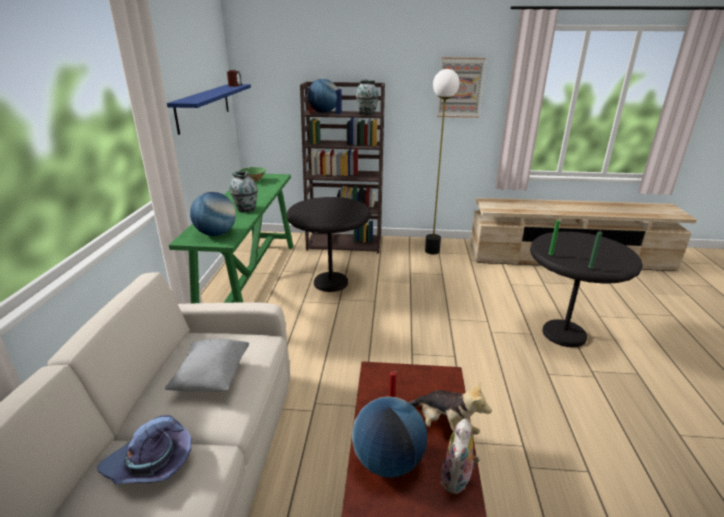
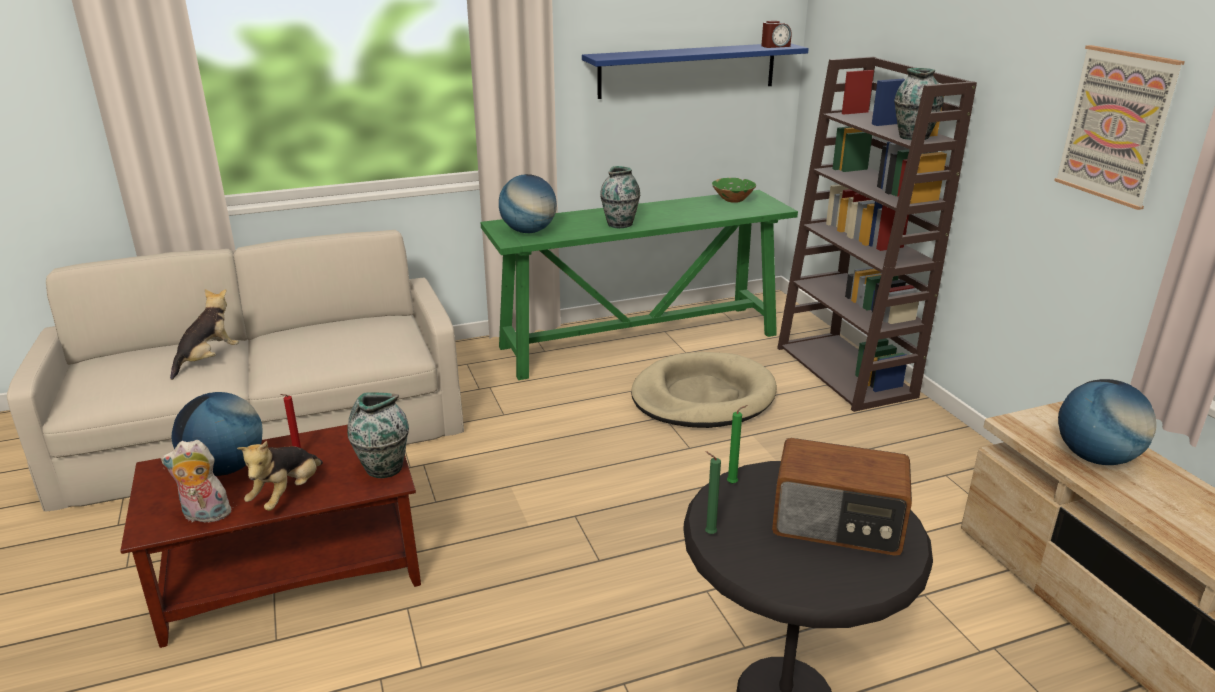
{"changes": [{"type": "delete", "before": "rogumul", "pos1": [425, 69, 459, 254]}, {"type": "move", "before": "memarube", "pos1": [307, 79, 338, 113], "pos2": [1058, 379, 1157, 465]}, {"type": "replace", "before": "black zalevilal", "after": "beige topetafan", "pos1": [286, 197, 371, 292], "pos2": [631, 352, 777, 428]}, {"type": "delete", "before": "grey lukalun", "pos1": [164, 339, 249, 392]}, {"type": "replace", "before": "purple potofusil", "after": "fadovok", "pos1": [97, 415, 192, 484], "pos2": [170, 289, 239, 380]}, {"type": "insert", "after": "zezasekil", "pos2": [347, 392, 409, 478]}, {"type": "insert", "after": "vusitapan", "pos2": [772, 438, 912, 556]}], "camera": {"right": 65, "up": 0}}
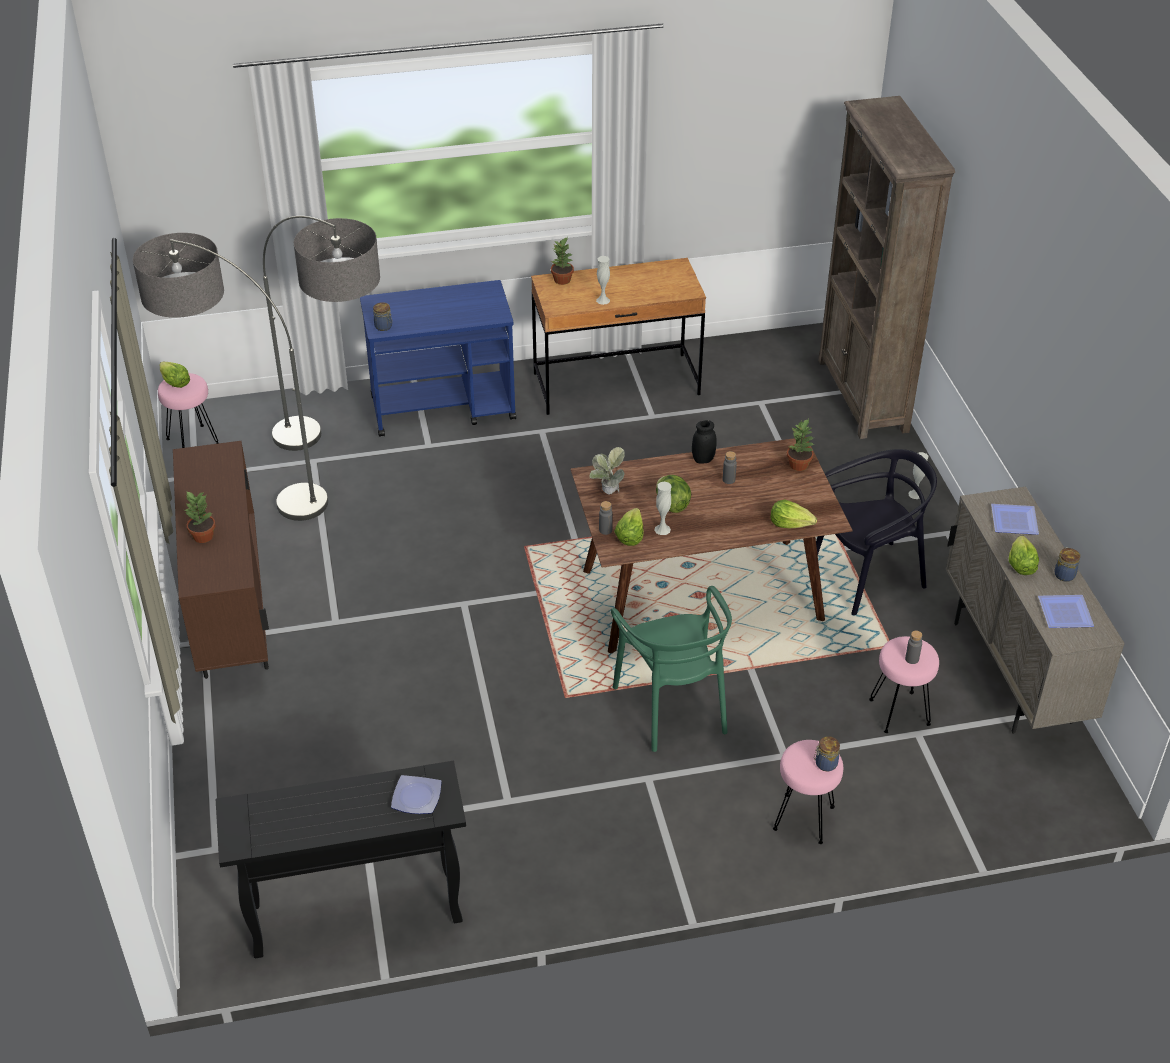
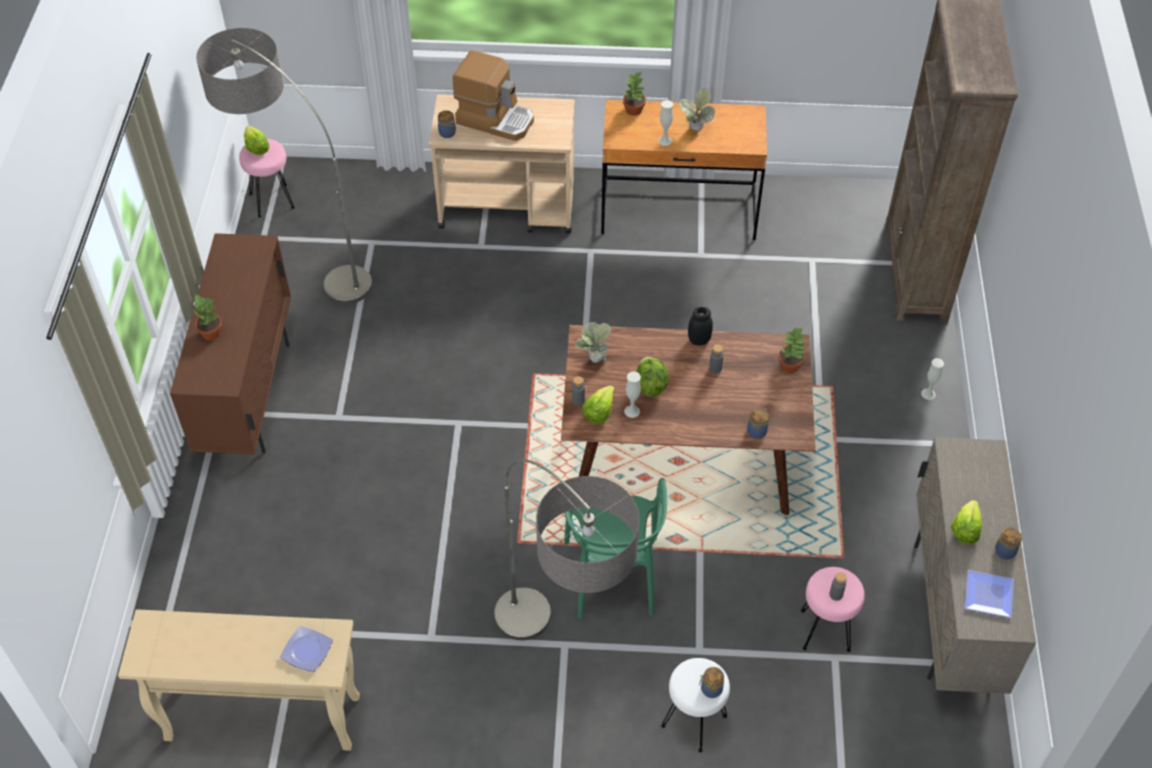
{"changes": [{"type": "move", "before": "rogumul", "pos1": [263, 216, 380, 451], "pos2": [494, 459, 639, 640]}, {"type": "recolor", "before": "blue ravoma", "after": "beige ravoma", "pos1": [360, 280, 516, 437], "pos2": [429, 94, 575, 233]}, {"type": "delete", "before": "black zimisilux", "pos1": [816, 449, 937, 615]}, {"type": "replace", "before": "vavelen", "after": "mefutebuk", "pos1": [770, 499, 817, 528], "pos2": [747, 408, 769, 439]}, {"type": "delete", "before": "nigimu", "pos1": [991, 504, 1039, 535]}, {"type": "recolor", "before": "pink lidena", "after": "white lidena", "pos1": [773, 740, 843, 844], "pos2": [661, 658, 730, 753]}, {"type": "recolor", "before": "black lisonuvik", "after": "beige lisonuvik", "pos1": [216, 761, 466, 958], "pos2": [118, 609, 360, 751]}, {"type": "insert", "after": "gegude", "pos2": [453, 50, 534, 141]}, {"type": "insert", "after": "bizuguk", "pos2": [679, 88, 715, 131]}], "camera": {"right": 15, "up": 10}}
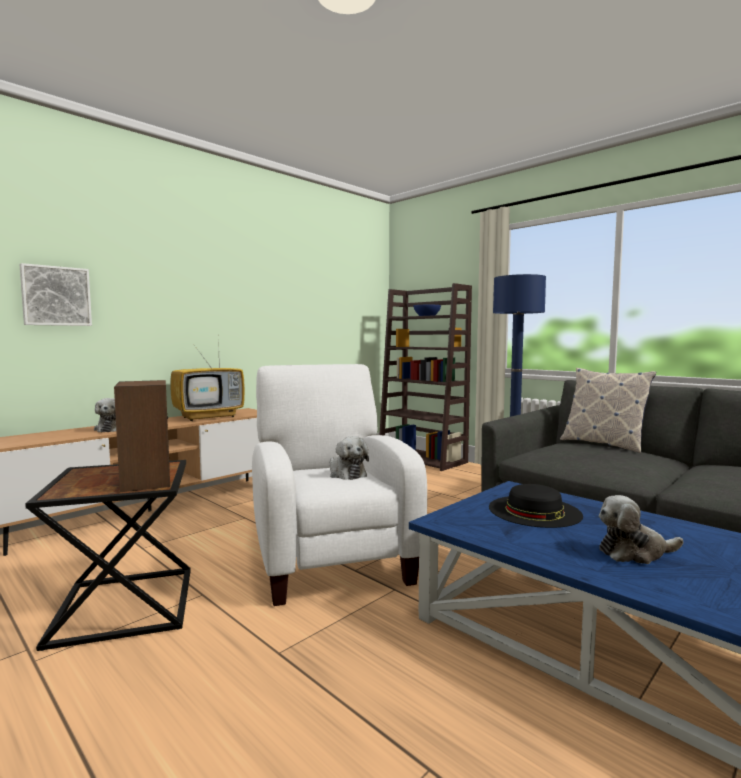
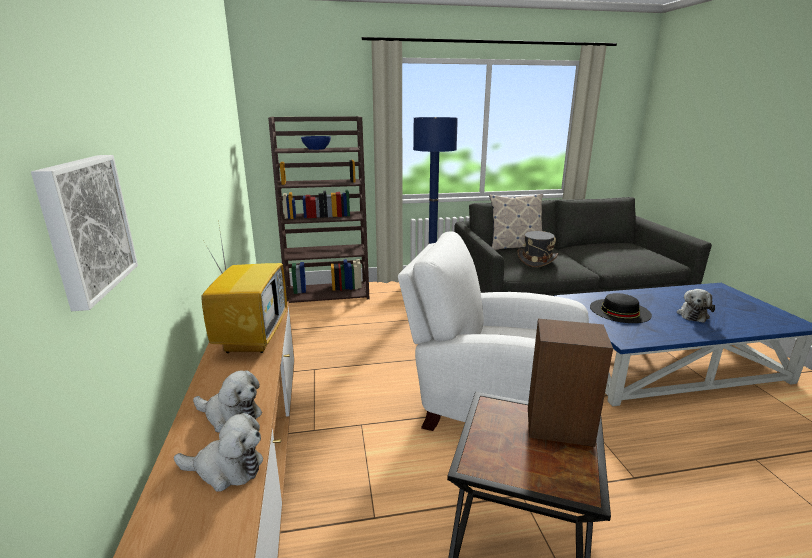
{"changes": [{"type": "move", "before": "fadovok", "pos1": [330, 436, 369, 480], "pos2": [174, 413, 263, 492]}, {"type": "insert", "after": "grey potofusil", "pos2": [517, 231, 558, 267]}], "camera": {"right": -55, "up": 15}}
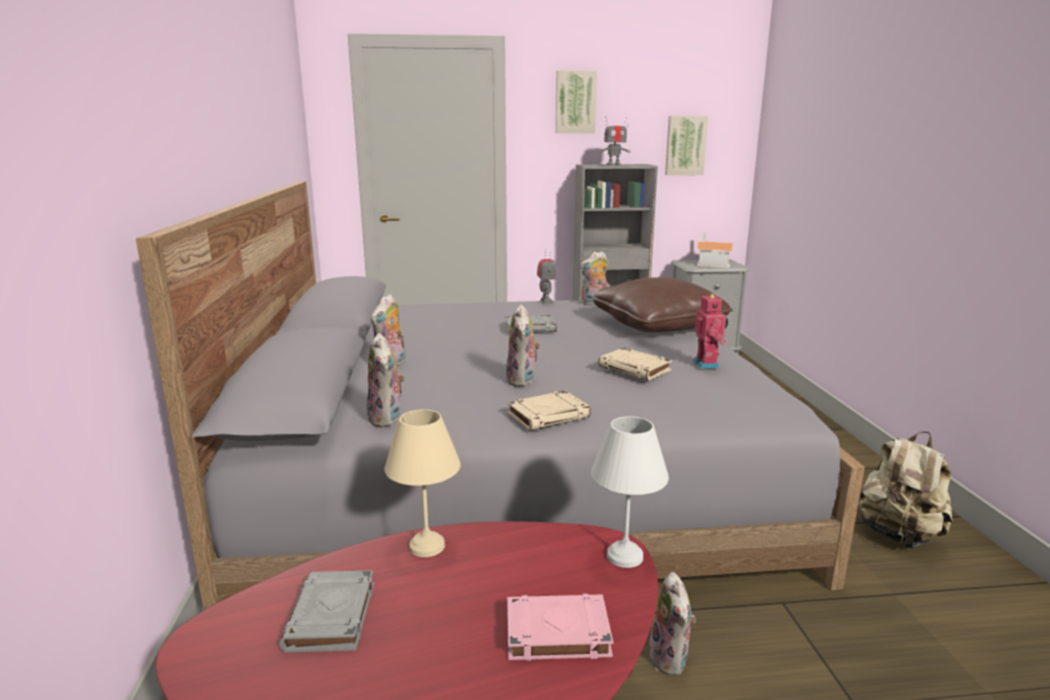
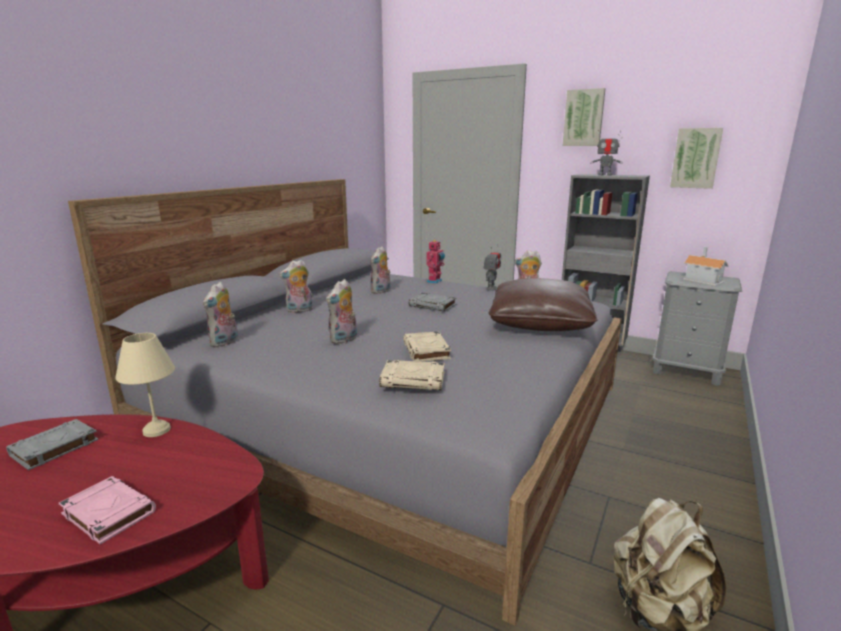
{"changes": [{"type": "move", "before": "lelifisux", "pos1": [692, 293, 728, 369], "pos2": [426, 240, 445, 284]}, {"type": "move", "before": "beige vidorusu", "pos1": [507, 390, 591, 431], "pos2": [379, 360, 445, 390]}, {"type": "delete", "before": "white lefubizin", "pos1": [591, 416, 669, 568]}, {"type": "move", "before": "fadovok", "pos1": [649, 572, 696, 676], "pos2": [370, 246, 390, 294]}], "camera": {"right": 35, "up": 0}}
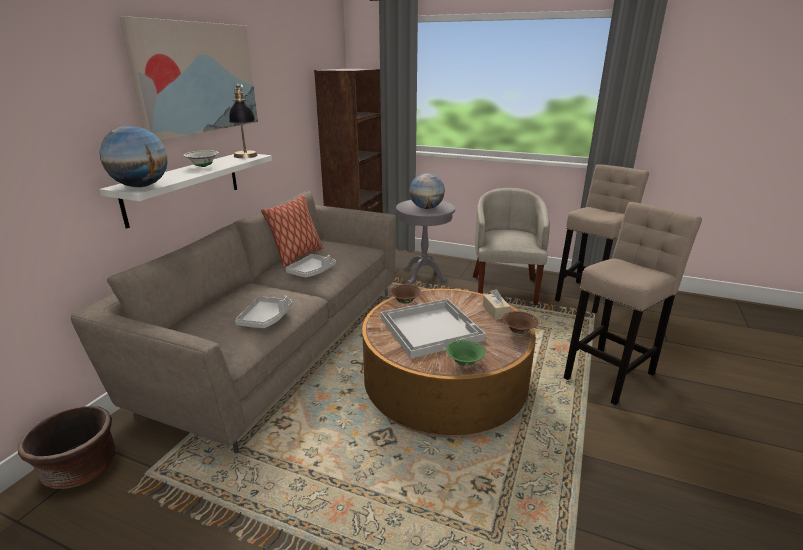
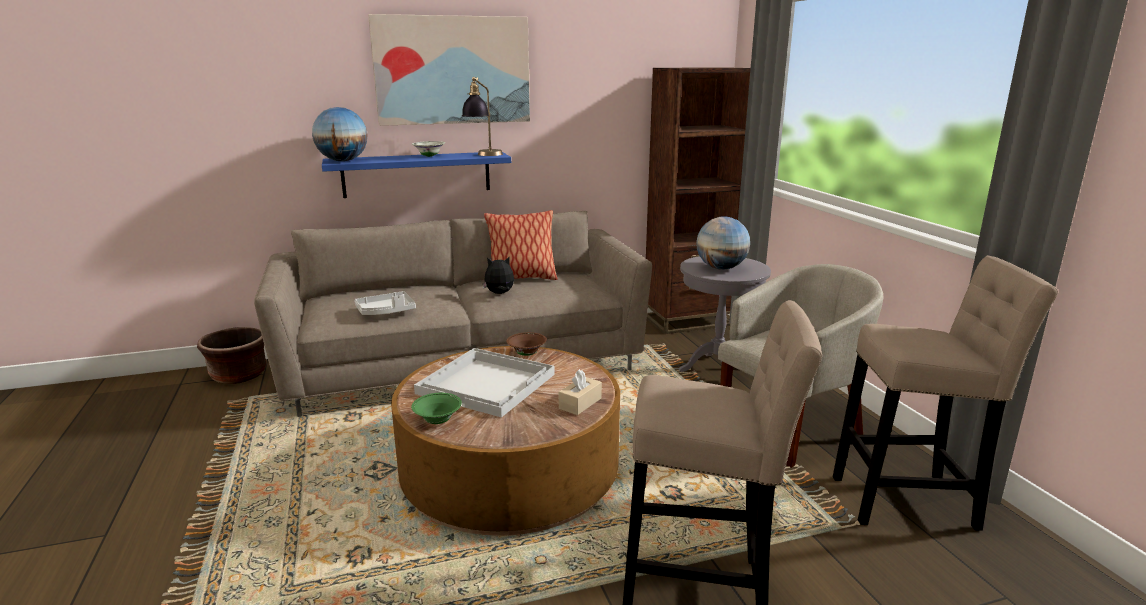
{"changes": [{"type": "recolor", "before": "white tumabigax", "after": "blue tumabigax", "pos1": [99, 154, 272, 229], "pos2": [322, 152, 511, 198]}, {"type": "replace", "before": "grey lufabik", "after": "fadovok", "pos1": [286, 254, 336, 278], "pos2": [483, 256, 514, 294]}, {"type": "delete", "before": "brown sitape", "pos1": [502, 311, 538, 334]}], "camera": {"right": 50, "up": -5}}
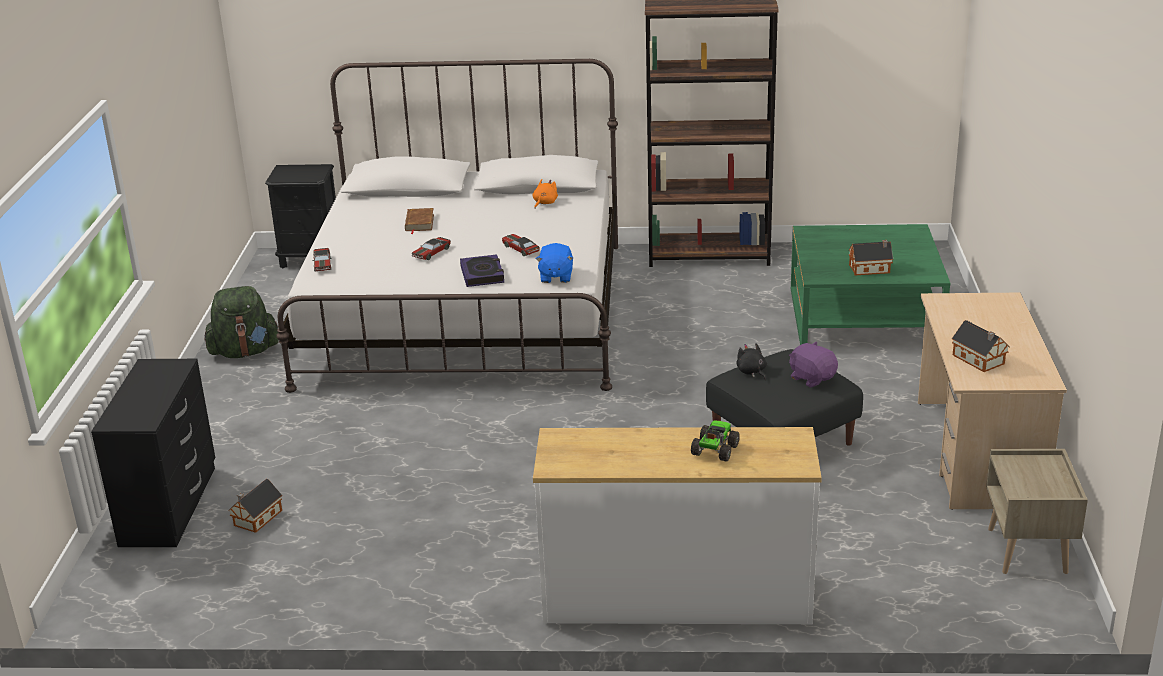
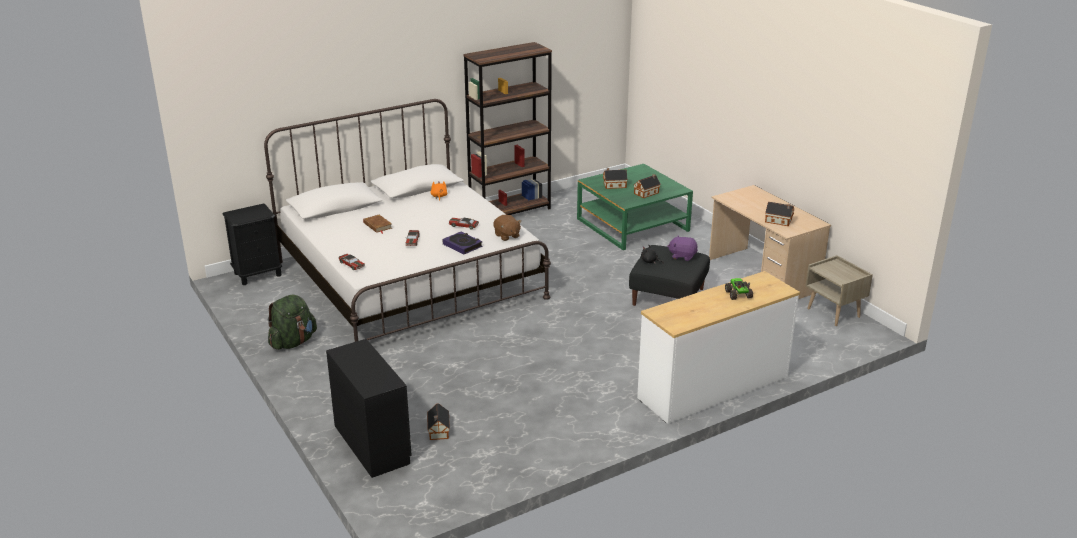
{"changes": [{"type": "recolor", "before": "blue fadovok", "after": "brown fadovok", "pos1": [536, 243, 573, 283], "pos2": [493, 215, 521, 241]}, {"type": "insert", "after": "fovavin", "pos2": [603, 168, 628, 189]}], "camera": {"right": -35, "up": 0}}
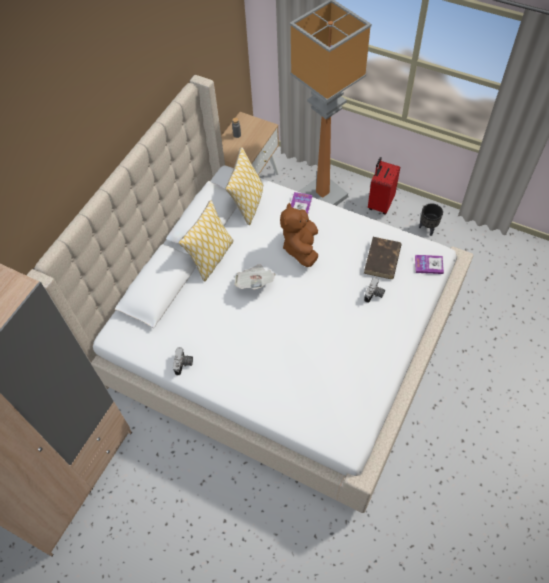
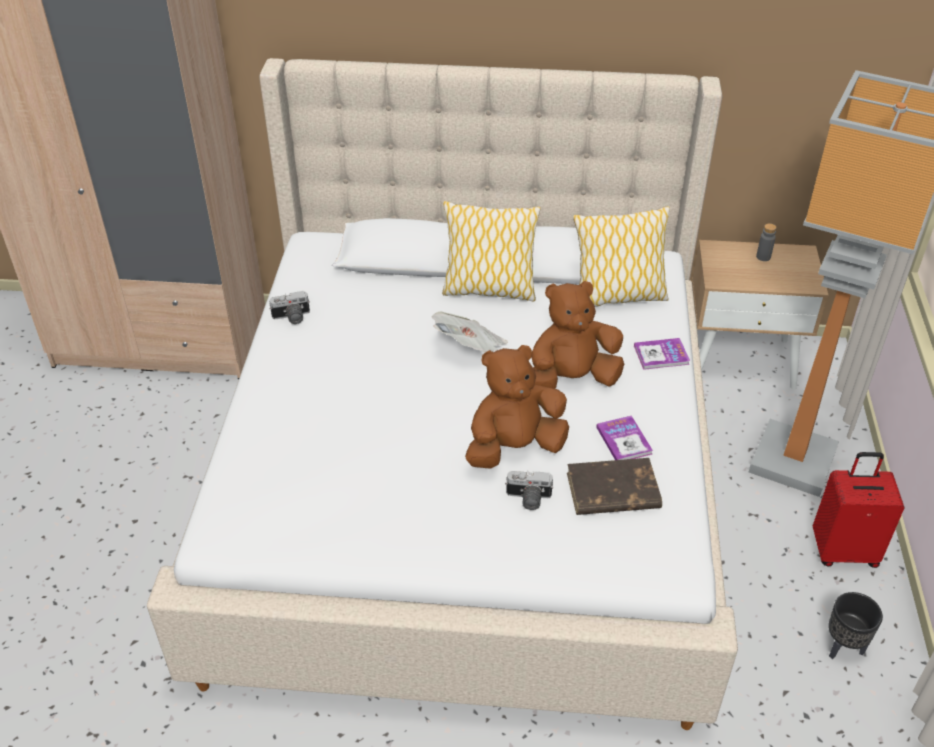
{"changes": [{"type": "move", "before": "vidorusu", "pos1": [415, 255, 444, 274], "pos2": [596, 415, 653, 460]}, {"type": "insert", "after": "brown fadovok", "pos2": [465, 345, 569, 469]}], "camera": {"right": 65, "up": -15}}
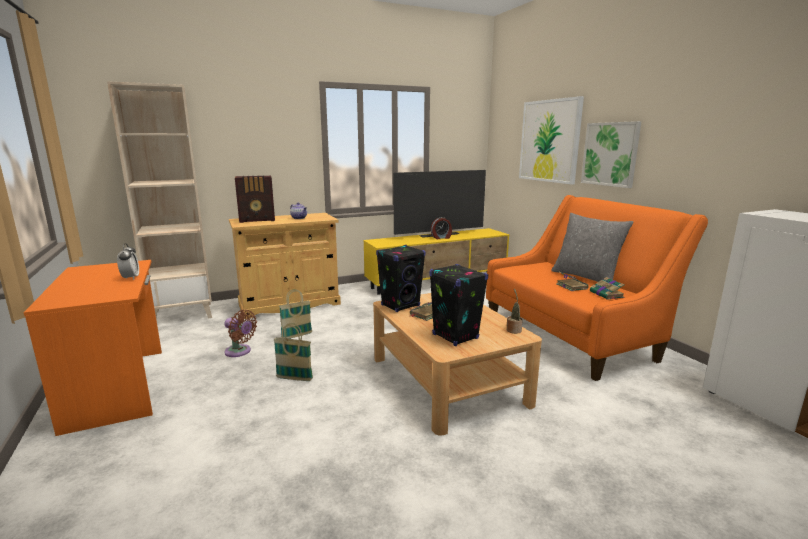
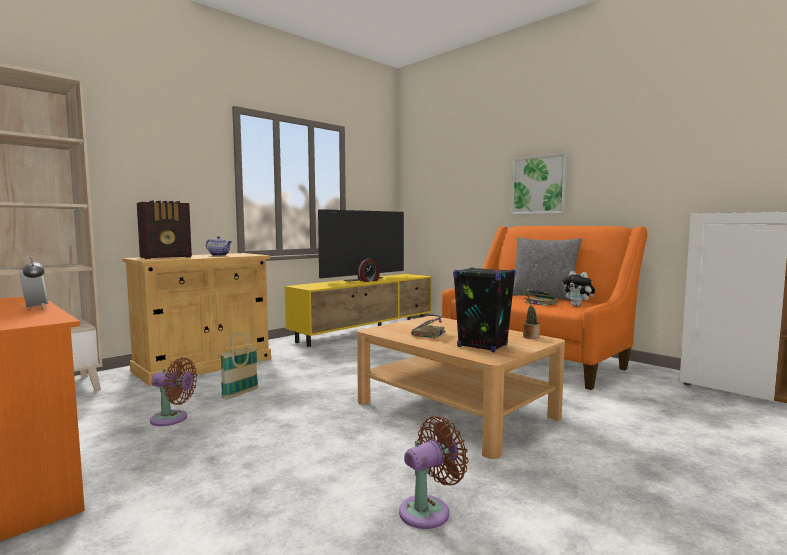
{"changes": [{"type": "delete", "before": "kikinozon", "pos1": [519, 96, 584, 185]}, {"type": "delete", "before": "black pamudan", "pos1": [376, 245, 426, 312]}, {"type": "replace", "before": "vidorusu", "after": "fadovok", "pos1": [590, 277, 625, 300], "pos2": [562, 271, 595, 306]}, {"type": "delete", "before": "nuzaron", "pos1": [274, 323, 313, 381]}, {"type": "insert", "after": "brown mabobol", "pos2": [399, 416, 468, 529]}], "camera": {"right": -20, "up": -10}}
